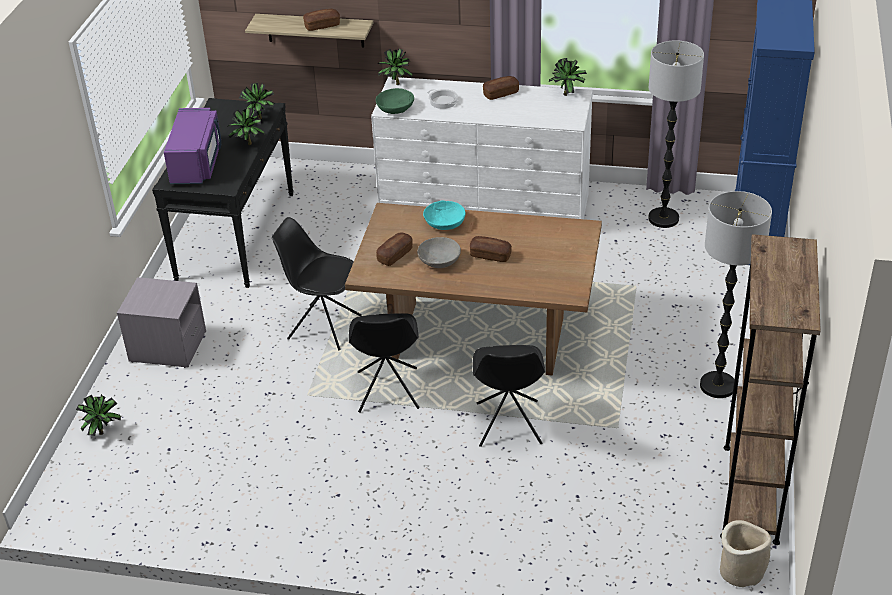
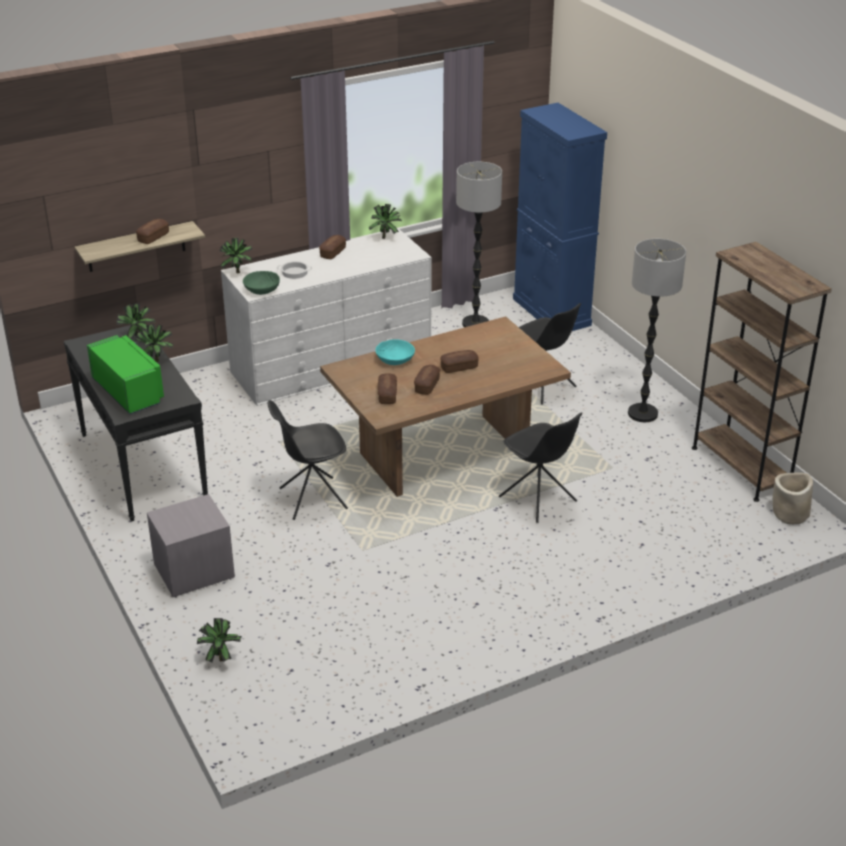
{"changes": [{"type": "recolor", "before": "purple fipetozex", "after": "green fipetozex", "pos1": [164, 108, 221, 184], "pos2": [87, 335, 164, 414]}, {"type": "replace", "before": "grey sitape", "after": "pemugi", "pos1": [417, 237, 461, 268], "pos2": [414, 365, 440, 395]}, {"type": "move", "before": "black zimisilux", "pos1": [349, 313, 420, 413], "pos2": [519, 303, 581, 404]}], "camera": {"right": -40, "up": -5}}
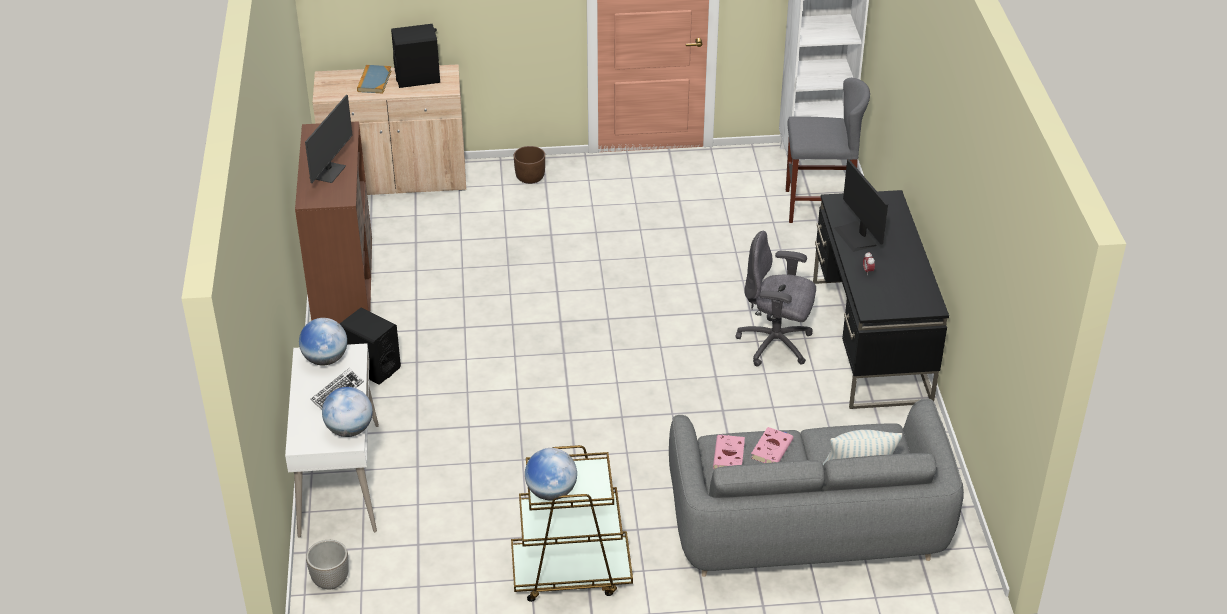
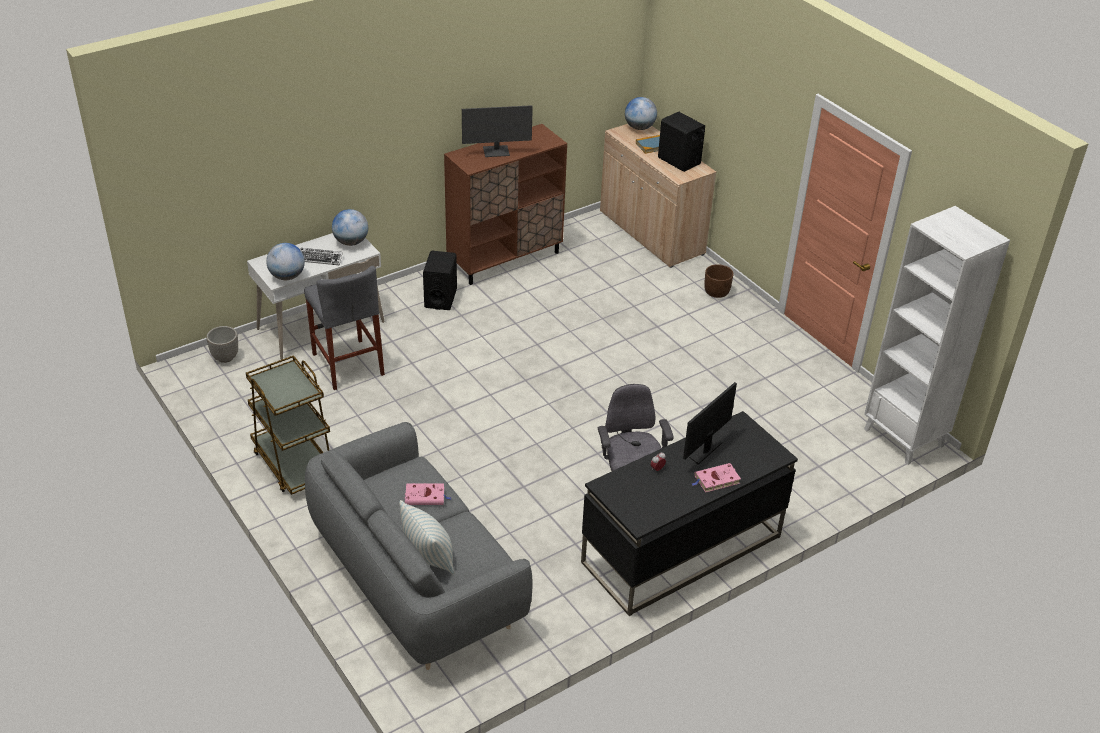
{"changes": [{"type": "move", "before": "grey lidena", "pos1": [786, 78, 870, 223], "pos2": [304, 266, 385, 390]}, {"type": "move", "before": "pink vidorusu", "pos1": [713, 434, 745, 469], "pos2": [692, 463, 741, 493]}, {"type": "move", "before": "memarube", "pos1": [525, 448, 577, 500], "pos2": [625, 97, 657, 130]}], "camera": {"right": 60, "up": 0}}
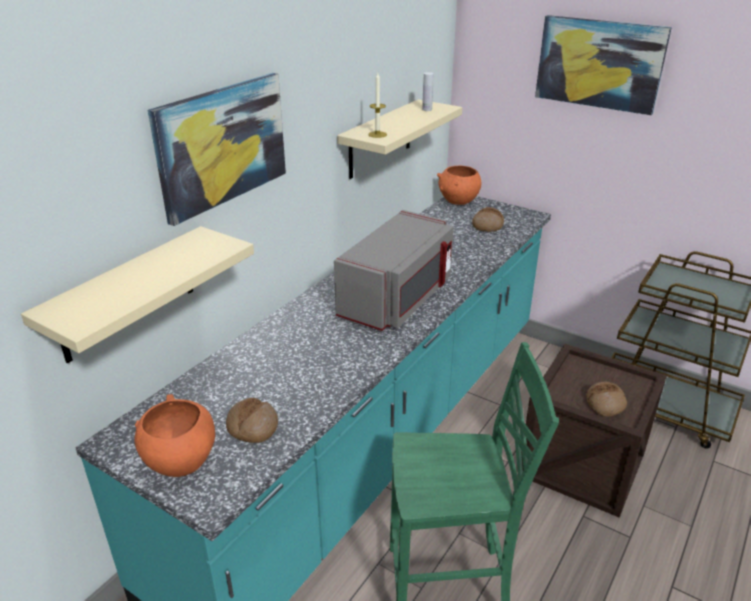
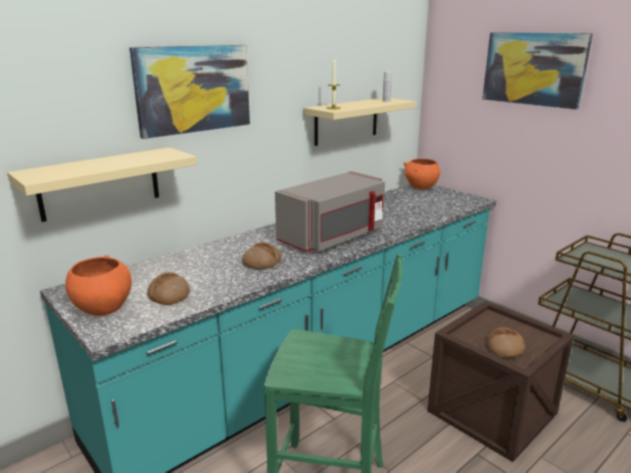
{"changes": [{"type": "move", "before": "pemugi", "pos1": [472, 207, 504, 232], "pos2": [242, 242, 282, 269]}], "camera": {"right": 15, "up": -10}}
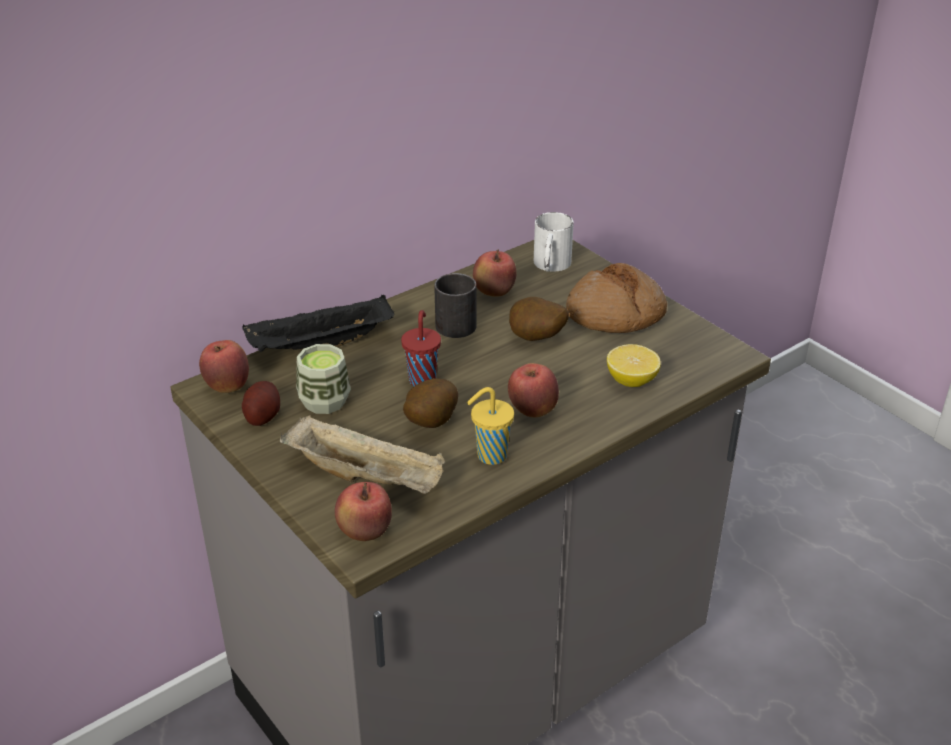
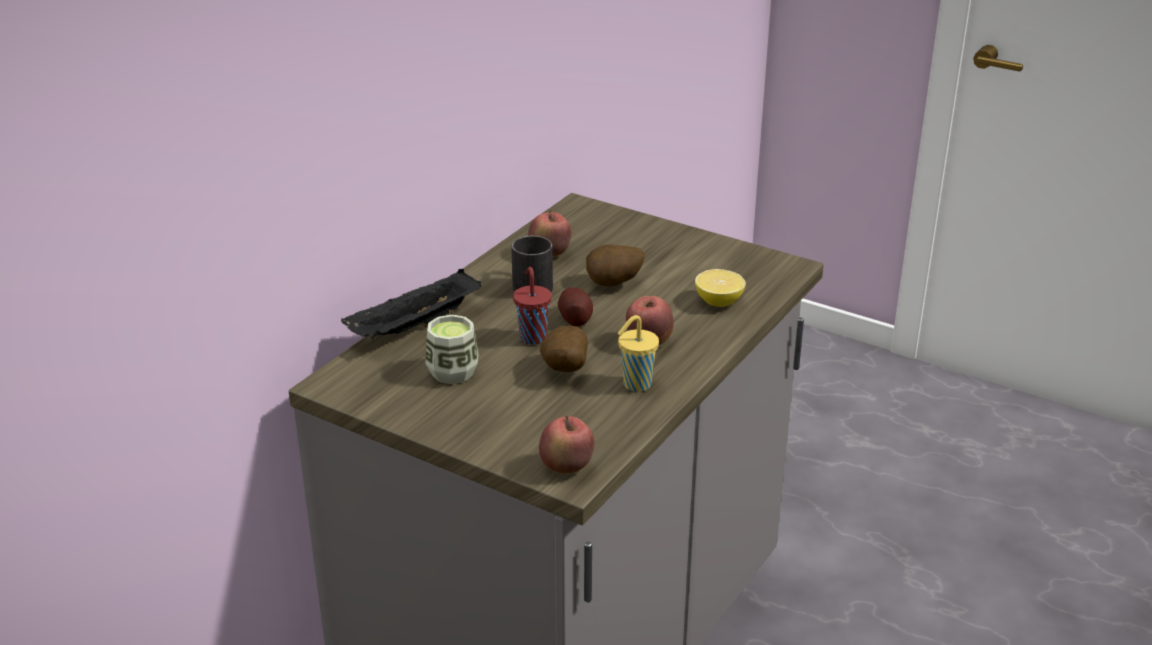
{"changes": [{"type": "delete", "before": "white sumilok", "pos1": [534, 212, 574, 272]}, {"type": "delete", "before": "pemugi", "pos1": [566, 263, 667, 333]}, {"type": "delete", "before": "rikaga", "pos1": [199, 340, 249, 393]}, {"type": "move", "before": "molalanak", "pos1": [242, 381, 280, 426], "pos2": [558, 287, 593, 326]}, {"type": "delete", "before": "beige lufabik", "pos1": [280, 415, 445, 494]}], "camera": {"right": -20, "up": -5}}
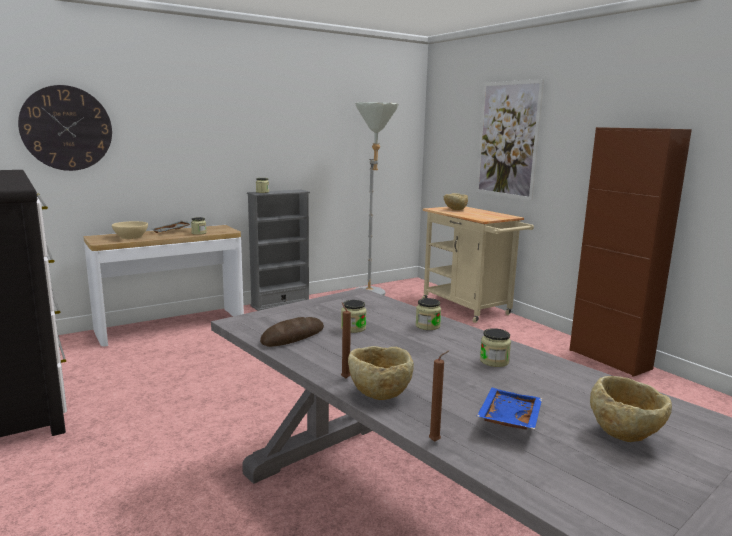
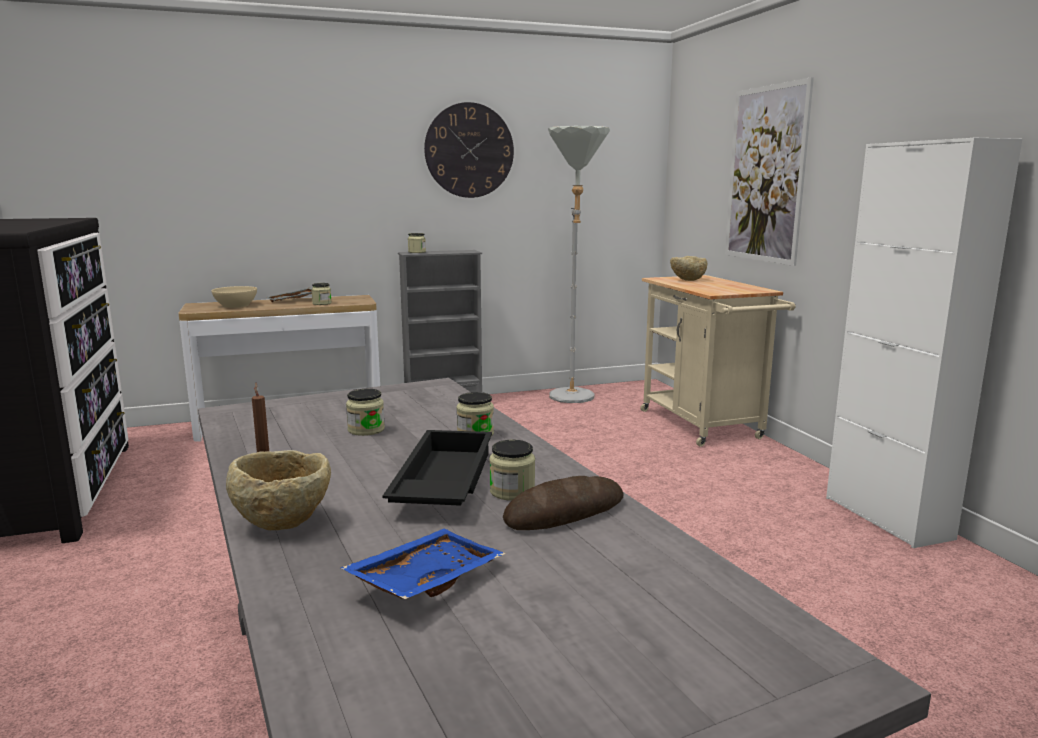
{"changes": [{"type": "move", "before": "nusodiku", "pos1": [18, 85, 112, 171], "pos2": [424, 102, 514, 198]}, {"type": "recolor", "before": "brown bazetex", "after": "white bazetex", "pos1": [569, 127, 692, 377], "pos2": [826, 138, 1022, 548]}, {"type": "move", "before": "pemugi", "pos1": [260, 317, 324, 347], "pos2": [503, 476, 624, 530]}, {"type": "delete", "before": "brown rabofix", "pos1": [429, 350, 449, 442]}, {"type": "delete", "before": "beige sitape", "pos1": [590, 376, 672, 442]}, {"type": "insert", "after": "black lufabik", "pos2": [382, 430, 492, 506]}], "camera": {"right": 15, "up": 0}}
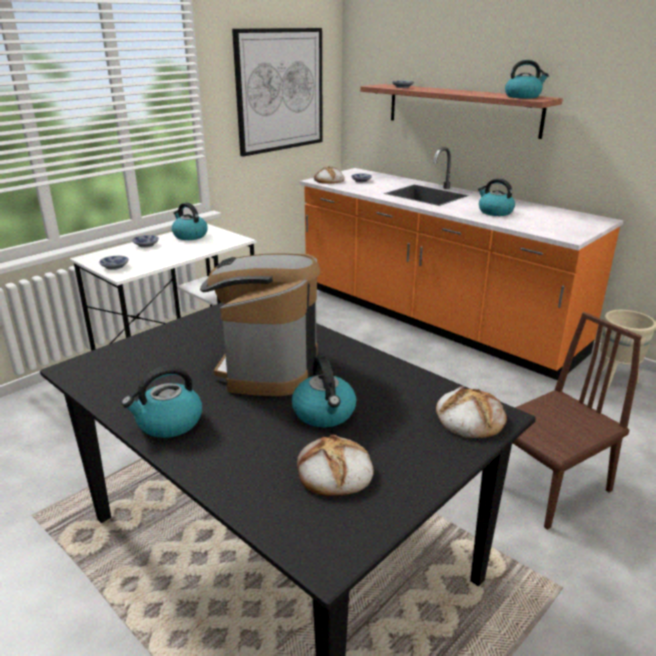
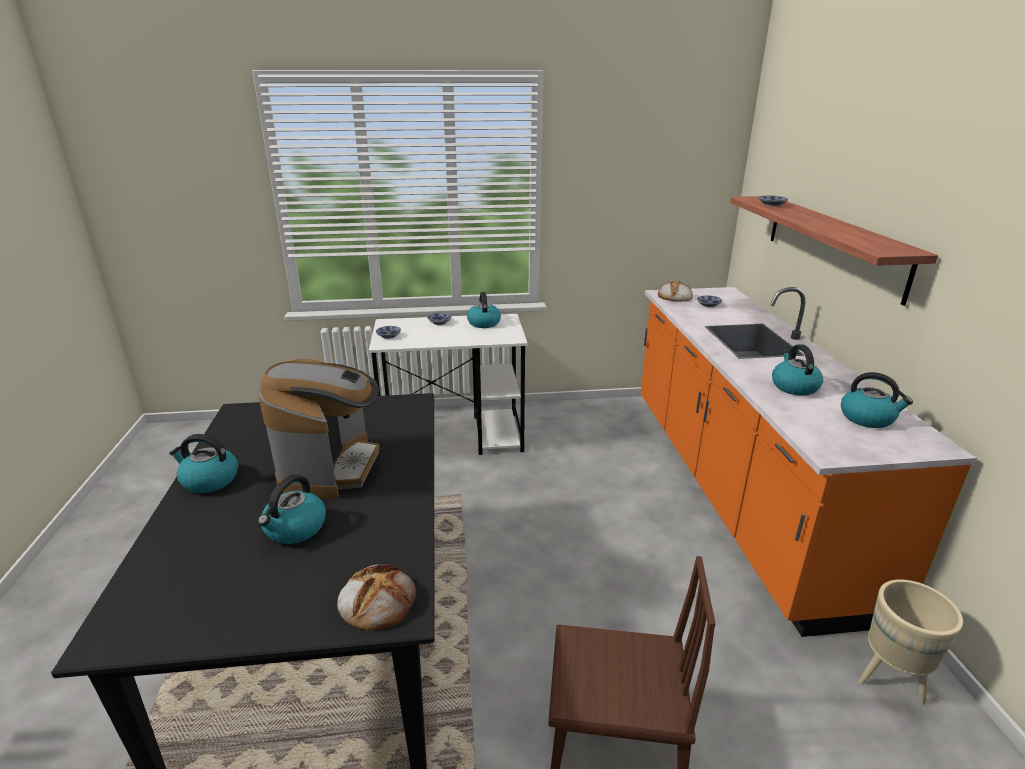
{"changes": [{"type": "delete", "before": "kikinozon", "pos1": [232, 28, 323, 157]}, {"type": "move", "before": "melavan", "pos1": [505, 60, 549, 99], "pos2": [841, 372, 913, 428]}, {"type": "rotate", "before": "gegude", "pos1": [200, 254, 320, 396], "pos2": [258, 359, 379, 498], "turn": 135}, {"type": "delete", "before": "pemugi", "pos1": [297, 434, 374, 496]}], "camera": {"right": 40, "up": 0}}
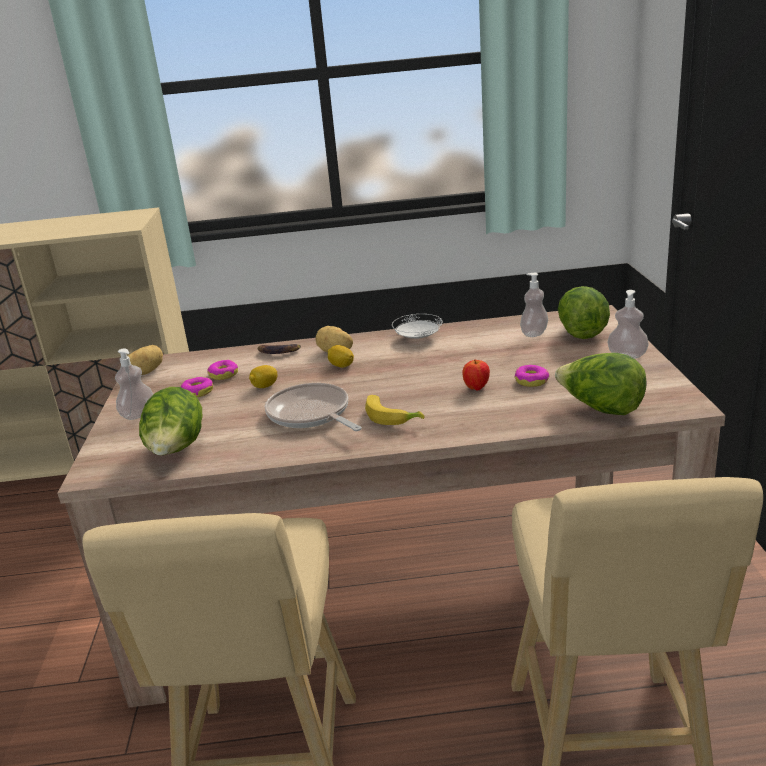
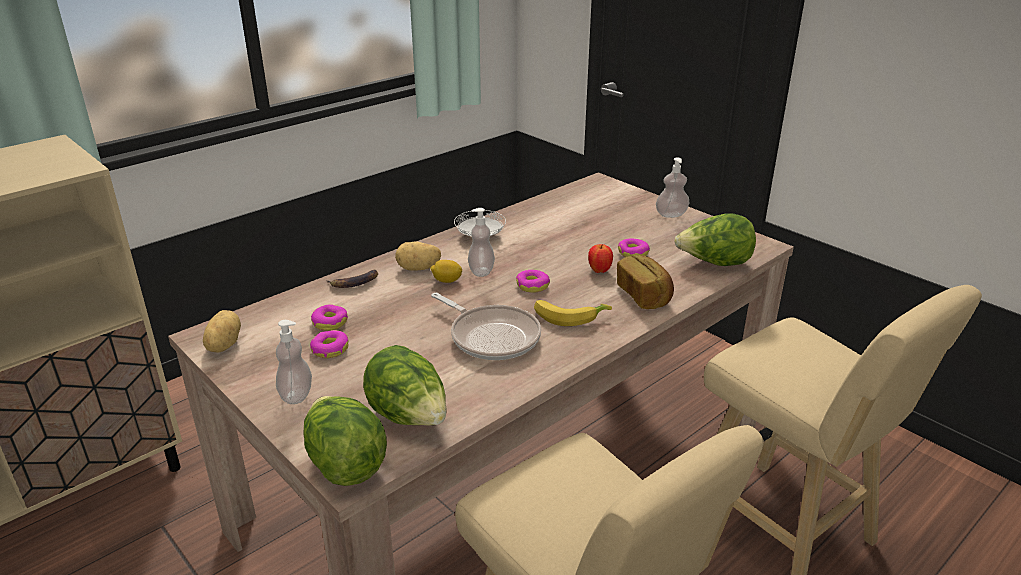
{"changes": [{"type": "move", "before": "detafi", "pos1": [520, 273, 548, 337], "pos2": [468, 208, 495, 277]}, {"type": "move", "before": "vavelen", "pos1": [558, 286, 610, 339], "pos2": [303, 396, 387, 486]}, {"type": "delete", "before": "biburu", "pos1": [249, 365, 278, 388]}, {"type": "rotate", "before": "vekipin", "pos1": [265, 383, 362, 431], "pos2": [431, 293, 541, 360], "turn": -150}, {"type": "insert", "after": "pemugi", "pos2": [617, 255, 674, 309]}, {"type": "insert", "after": "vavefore", "pos2": [516, 270, 550, 293]}], "camera": {"right": -40, "up": 5}}
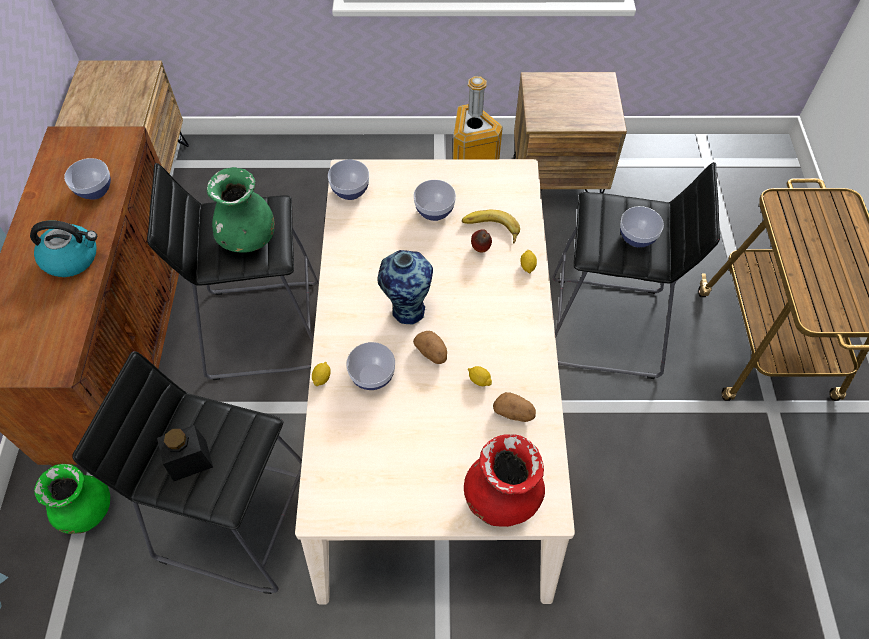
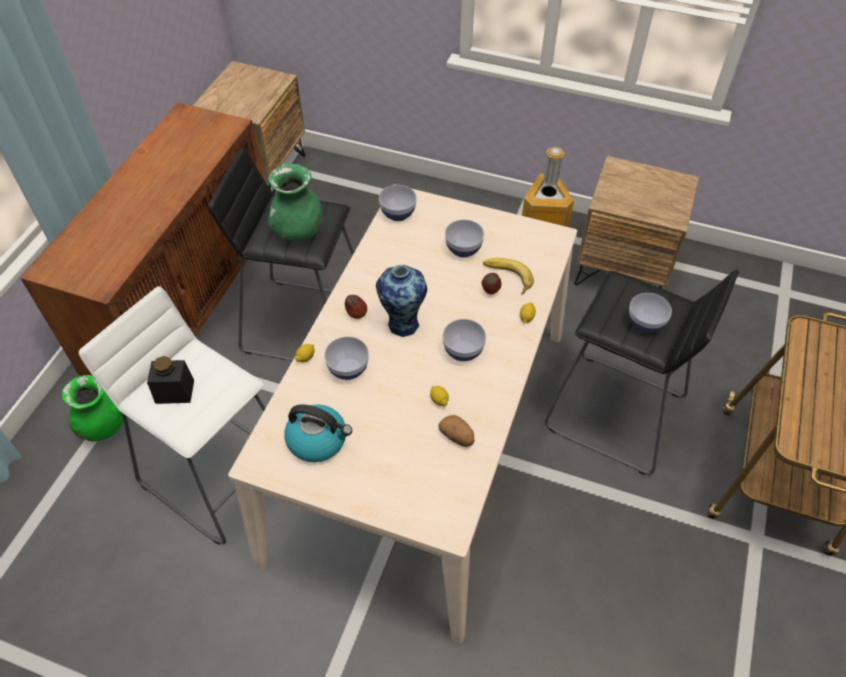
{"changes": [{"type": "move", "before": "sitape", "pos1": [64, 158, 111, 200], "pos2": [443, 319, 486, 361]}, {"type": "move", "before": "melavan", "pos1": [30, 220, 97, 277], "pos2": [285, 404, 352, 462]}, {"type": "delete", "before": "molalanak", "pos1": [413, 331, 447, 364]}, {"type": "recolor", "before": "black lidena", "after": "white lidena", "pos1": [72, 351, 302, 594], "pos2": [79, 286, 265, 545]}, {"type": "delete", "before": "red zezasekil", "pos1": [464, 434, 545, 527]}, {"type": "insert", "after": "rikaga", "pos2": [345, 295, 367, 319]}], "camera": {"right": 20, "up": -5}}
